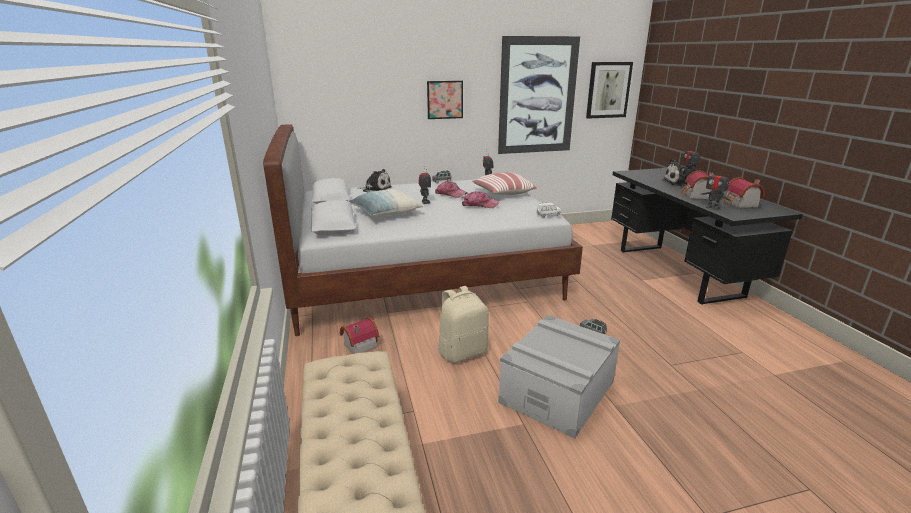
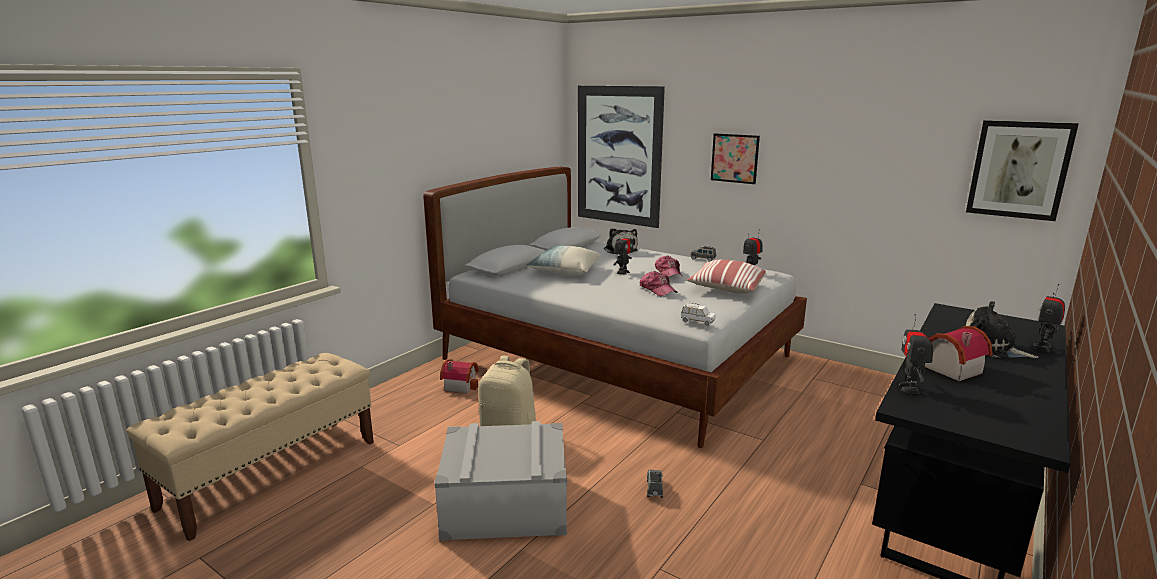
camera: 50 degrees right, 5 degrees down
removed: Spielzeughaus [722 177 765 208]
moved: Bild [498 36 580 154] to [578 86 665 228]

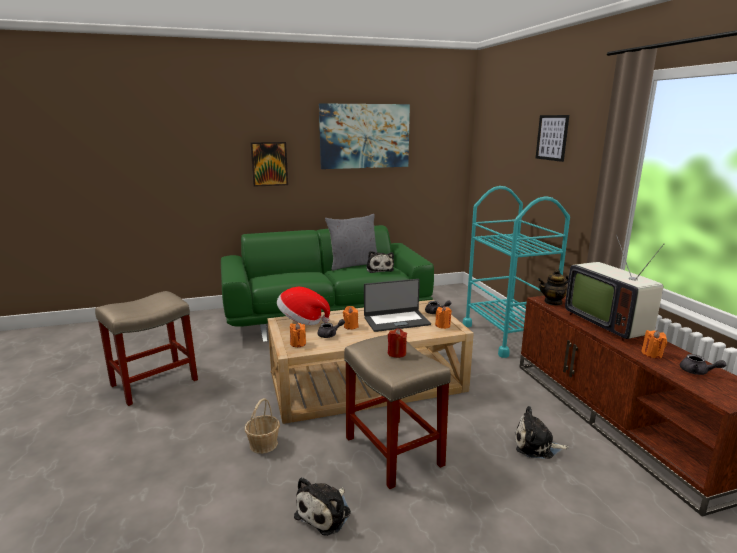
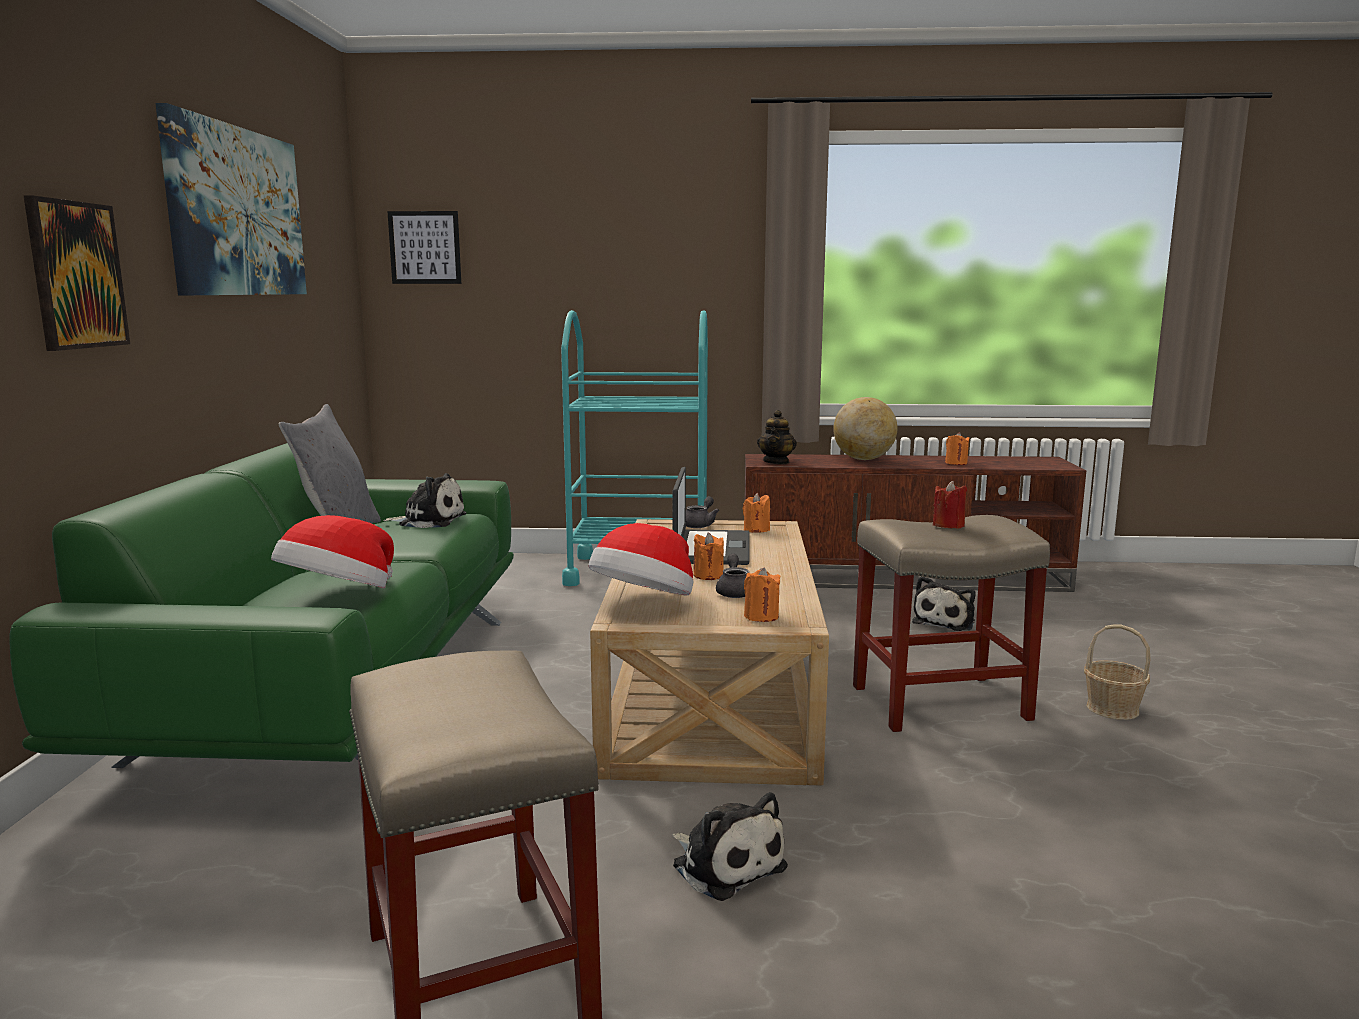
camera: 70 degrees left, 5 degrees down
removed: Teekanne [grau] [680 354 726 375]
added: Hut [271 515 394 588]
moved: Bild [536 115 569 162] to [387 211 461 284]; Korb [245 398 280 454] to [1084 625 1151 720]; Plüschtier [294 477 351 536] to [672 792 788 901]
replaced: Fernseher [565 235 664 341] to Globus [833 397 897 460]

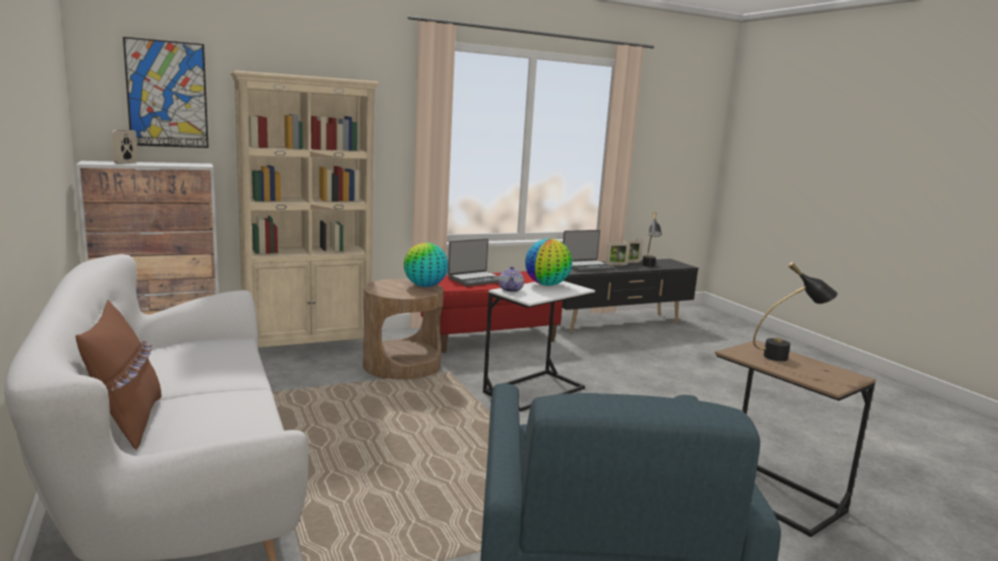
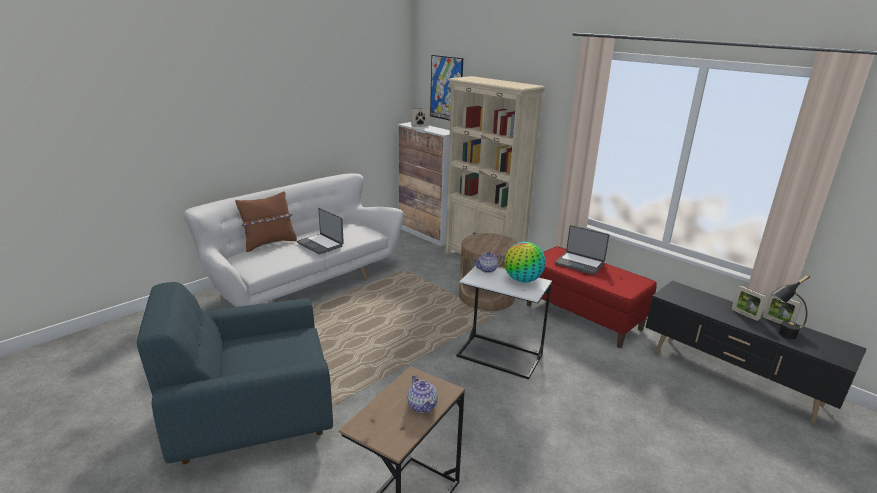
camera: 70 degrees right, 10 degrees up
removed: Globus [404 243 448 287]
moved: Laptop [563 230 615 272] to [297 208 344 255]
replaced: Tischlampe [schwarz] [753 262 838 361] to Teekanne [407 375 438 413]

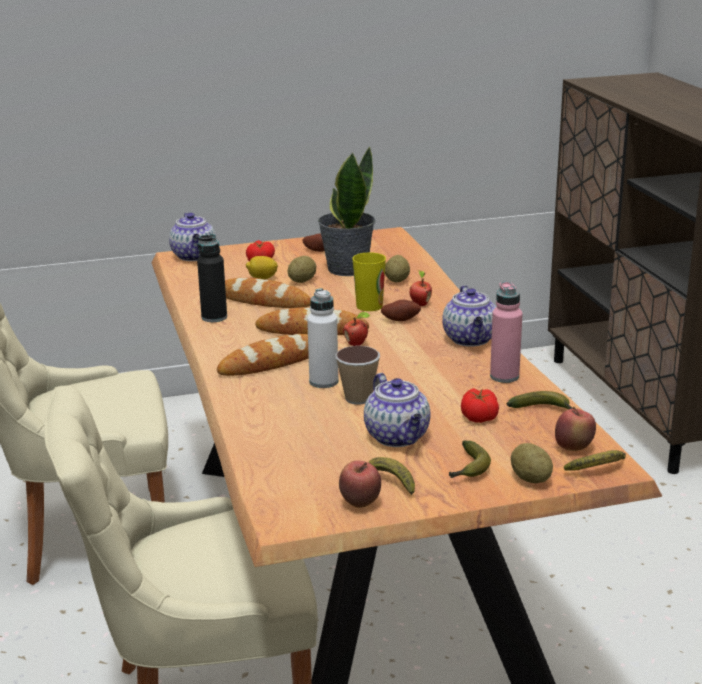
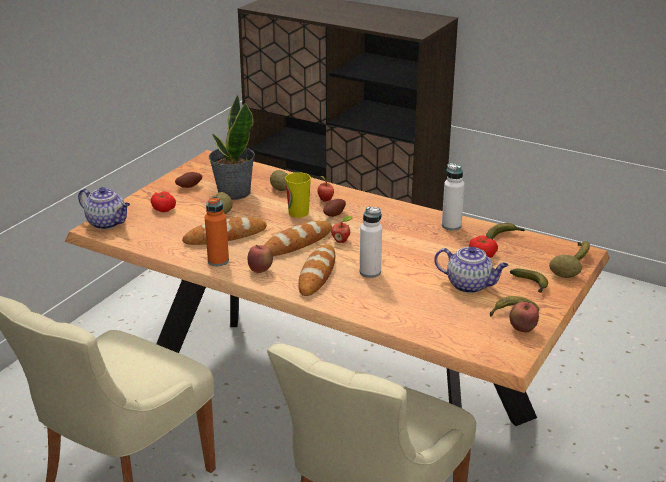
camera: 45 degrees left, 5 degrees up
removed: Zitrone [246 256 278 279]; Teekanne [442 285 496 347]; Tasse [335 346 380 405]
moved: Apfel [555 407 596 451] to [248 245 273 273]
recoloured: Flasche [schwarz] [197 234 227 322] to Flasche [orange] [205 196 229 266]; Flasche [rosa] [490 281 523 383] to Flasche [weiß] [442 163 465 231]

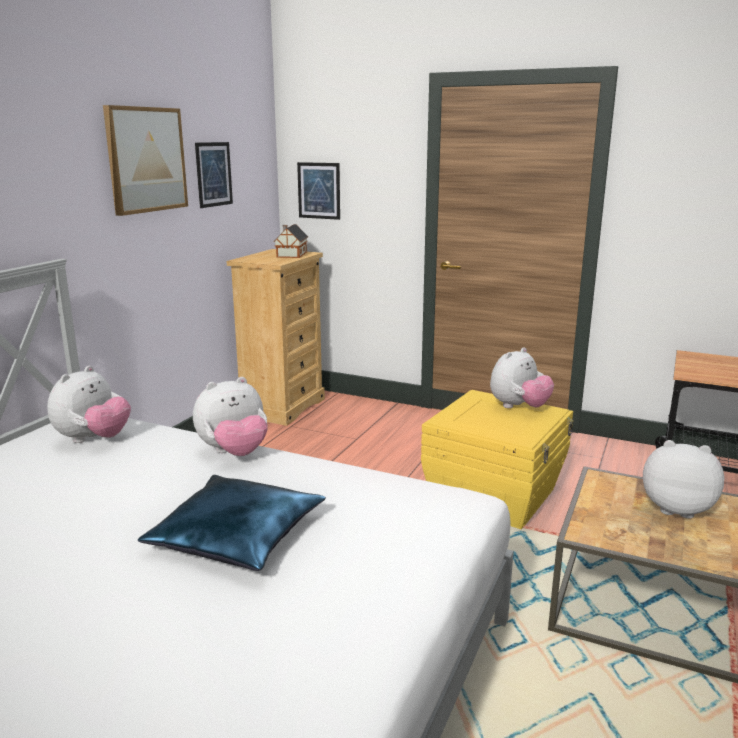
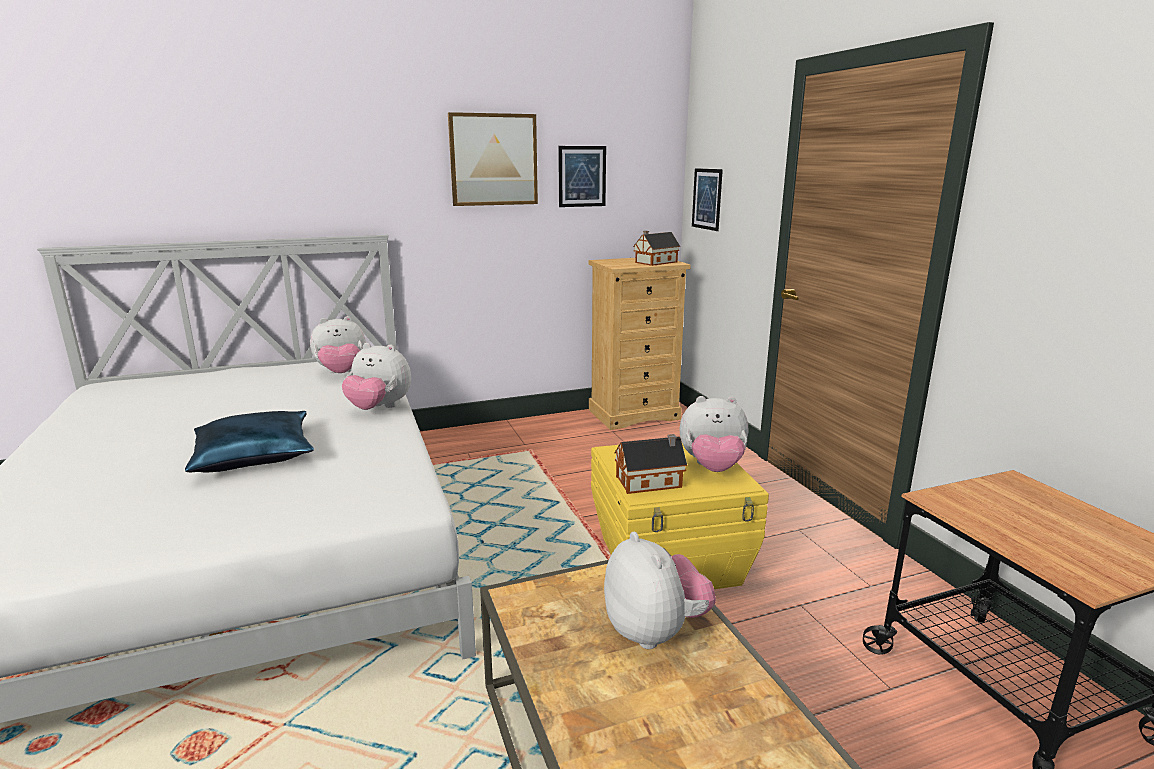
camera: 45 degrees right, 0 degrees up
added: Spielzeughaus [615 434 687 494]

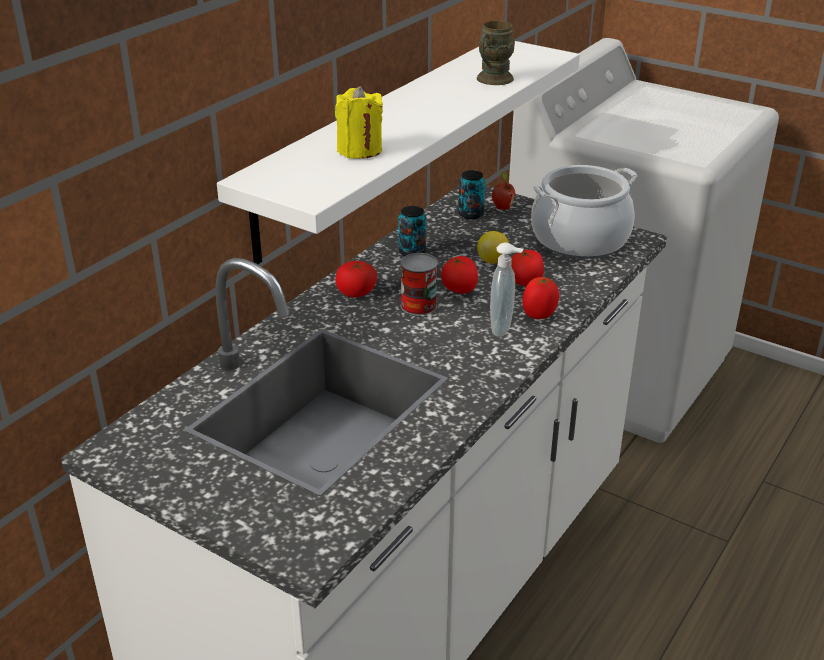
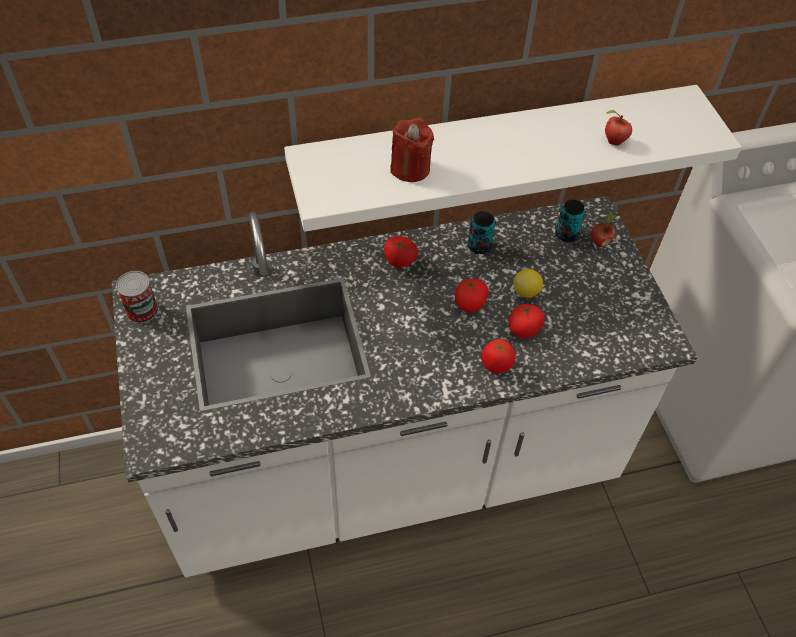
camera: 40 degrees right, 20 degrees up
removed: Kochtopf [531 165 637 259]; Seifenspender [490 243 523 337]
moved: Dose [400 253 438 316] to [116 271 158 323]
replaced: Henkelbecher [braun] [477 21 515 85] to Apfel [605 110 632 146]
recoloured: Kerze [gelb] [335 86 383 159] to Kerze [rot] [390 118 434 182]

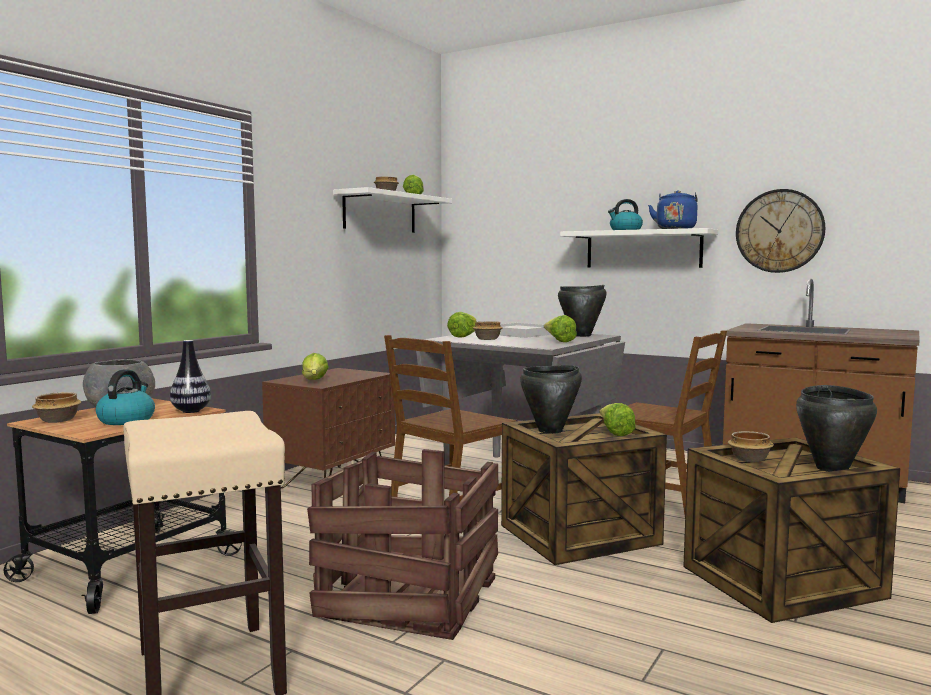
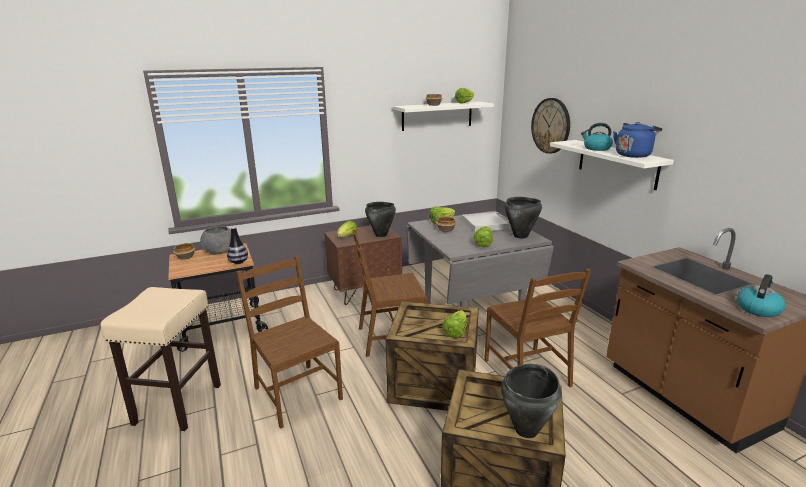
camera: 35 degrees right, 15 degrees up
removed: Schüssel [728 431 774 462]
moved: Wanduhr [736 189 825 273] to [531 98 570 154]; Kochtopf [schwarz] [520 365 582 434] to [365 202 396 237]; Wasserkessel [96 369 155 425] to [737 274 785 317]
replaced: Kiste [307 449 498 640] to Stuhl [braun] [236 255 343 429]

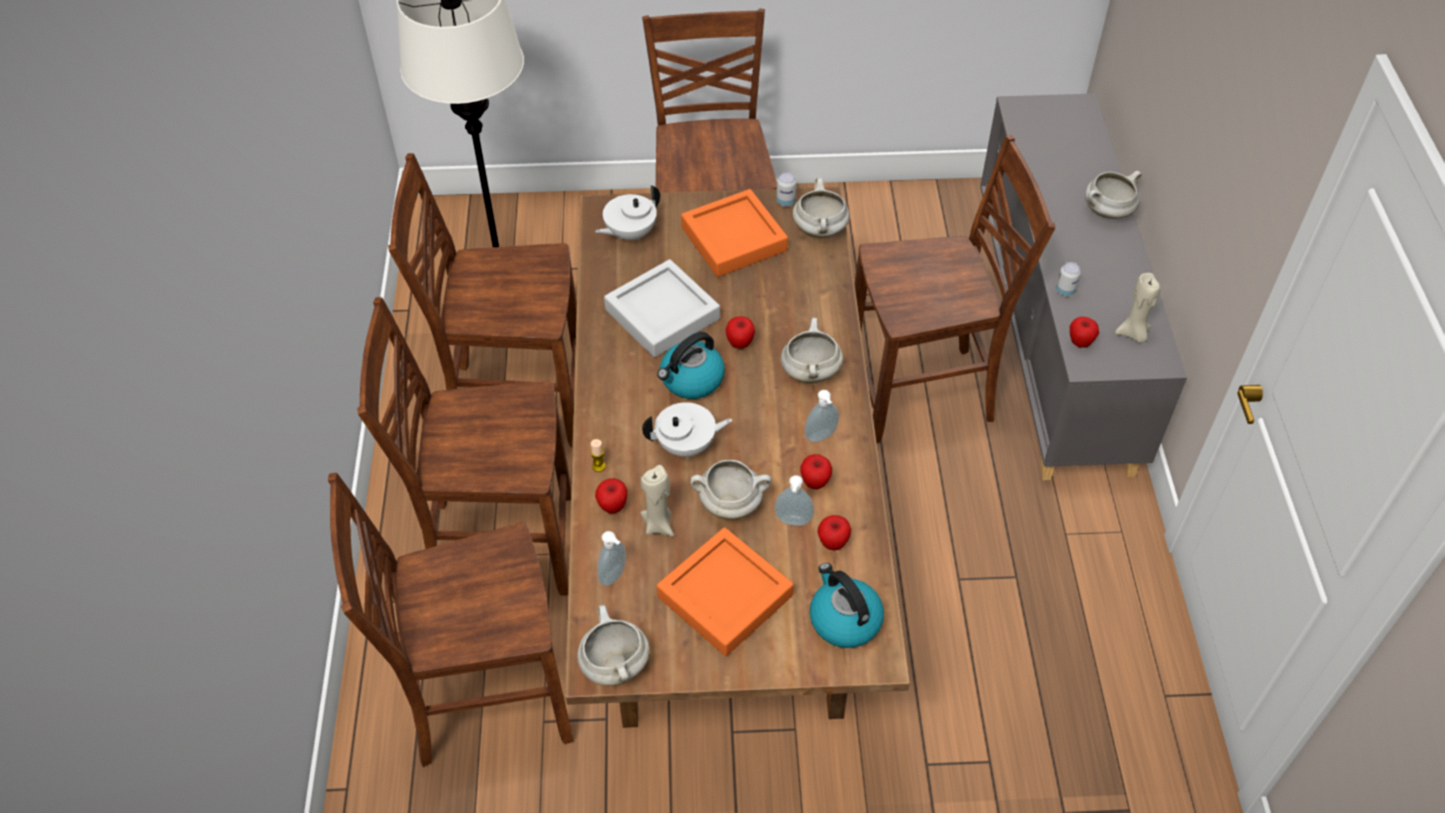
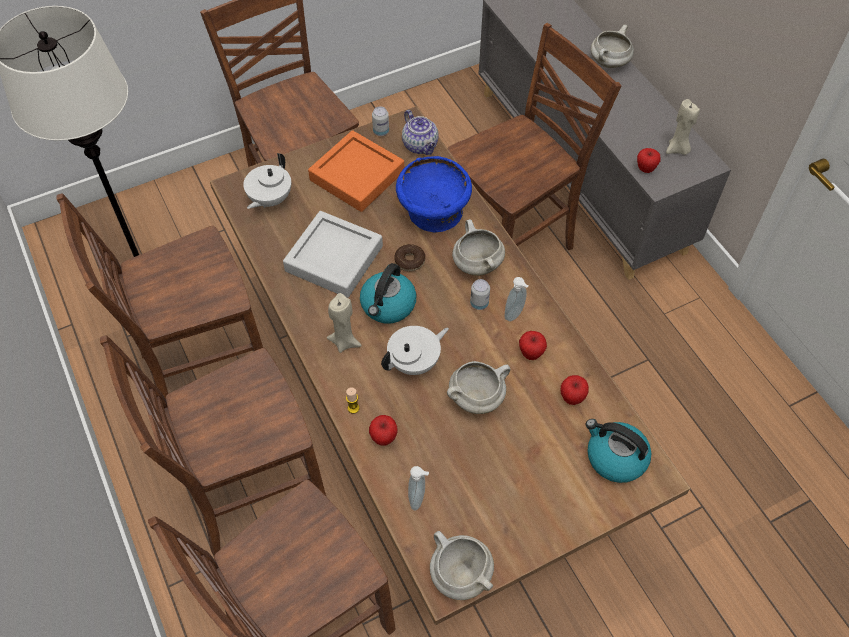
camera: 25 degrees left, 5 degrees up
removed: Seifenspender [775 475 814 526]; Tablett [orange] [657 527 794 656]
added: Schüssel [blau] [396 156 472 233]
moved: Dose [1056 262 1081 296] to [470 279 490 310]; Kerze [beige] [640 465 674 537] to [327 293 362 353]
replaced: Kochtopf [weiß] [792 178 850 238] to Teekanne [402 110 438 155]; Apfel [726 316 755 349] to Donut [394 244 425 271]

